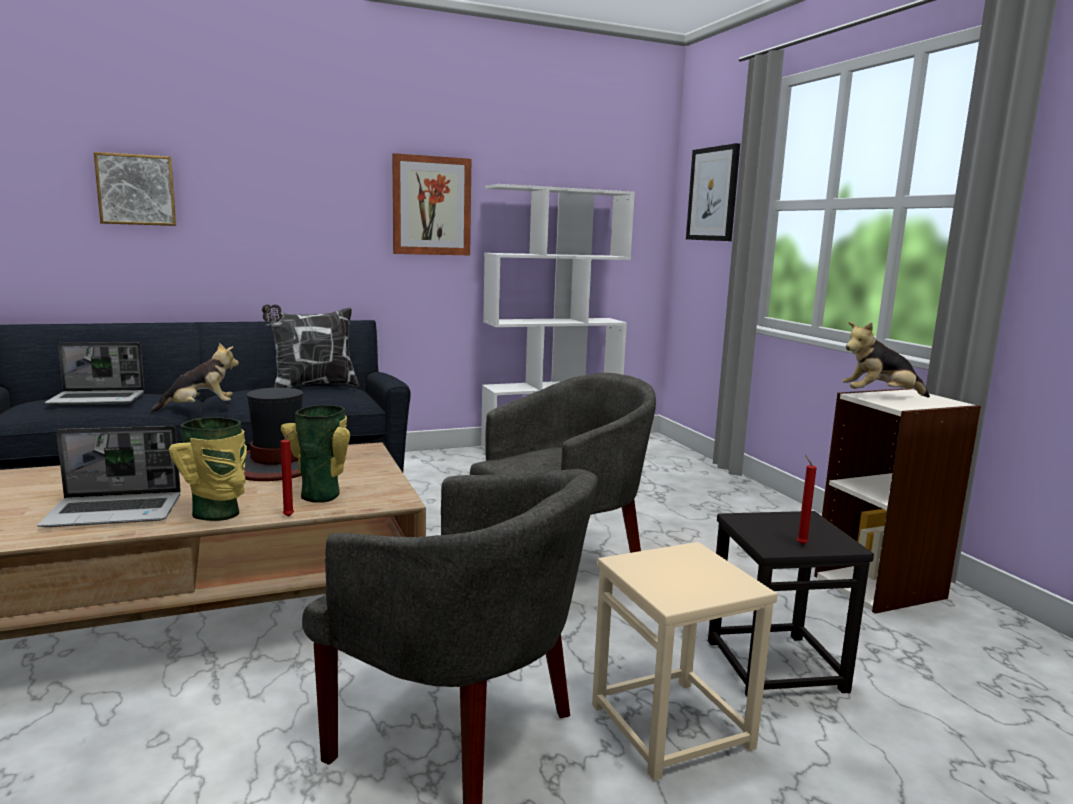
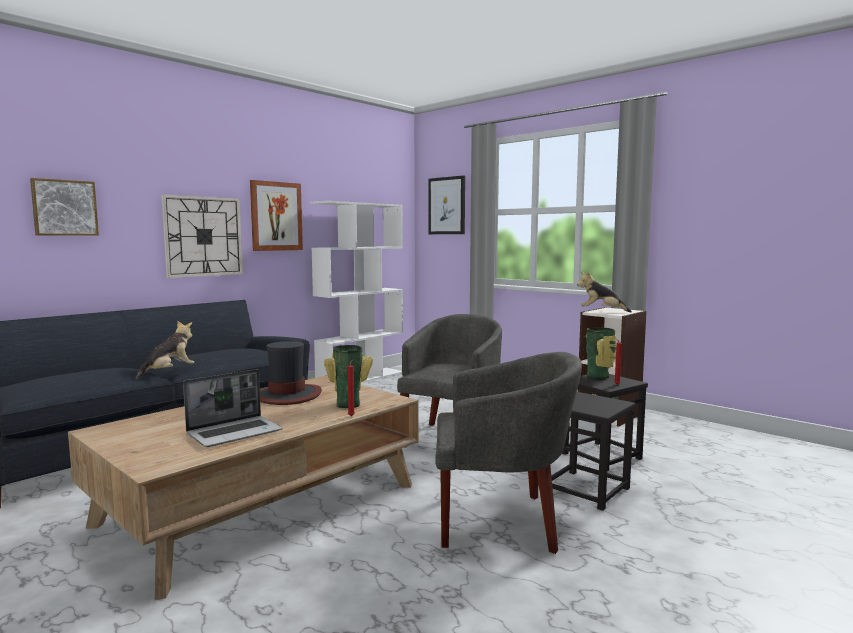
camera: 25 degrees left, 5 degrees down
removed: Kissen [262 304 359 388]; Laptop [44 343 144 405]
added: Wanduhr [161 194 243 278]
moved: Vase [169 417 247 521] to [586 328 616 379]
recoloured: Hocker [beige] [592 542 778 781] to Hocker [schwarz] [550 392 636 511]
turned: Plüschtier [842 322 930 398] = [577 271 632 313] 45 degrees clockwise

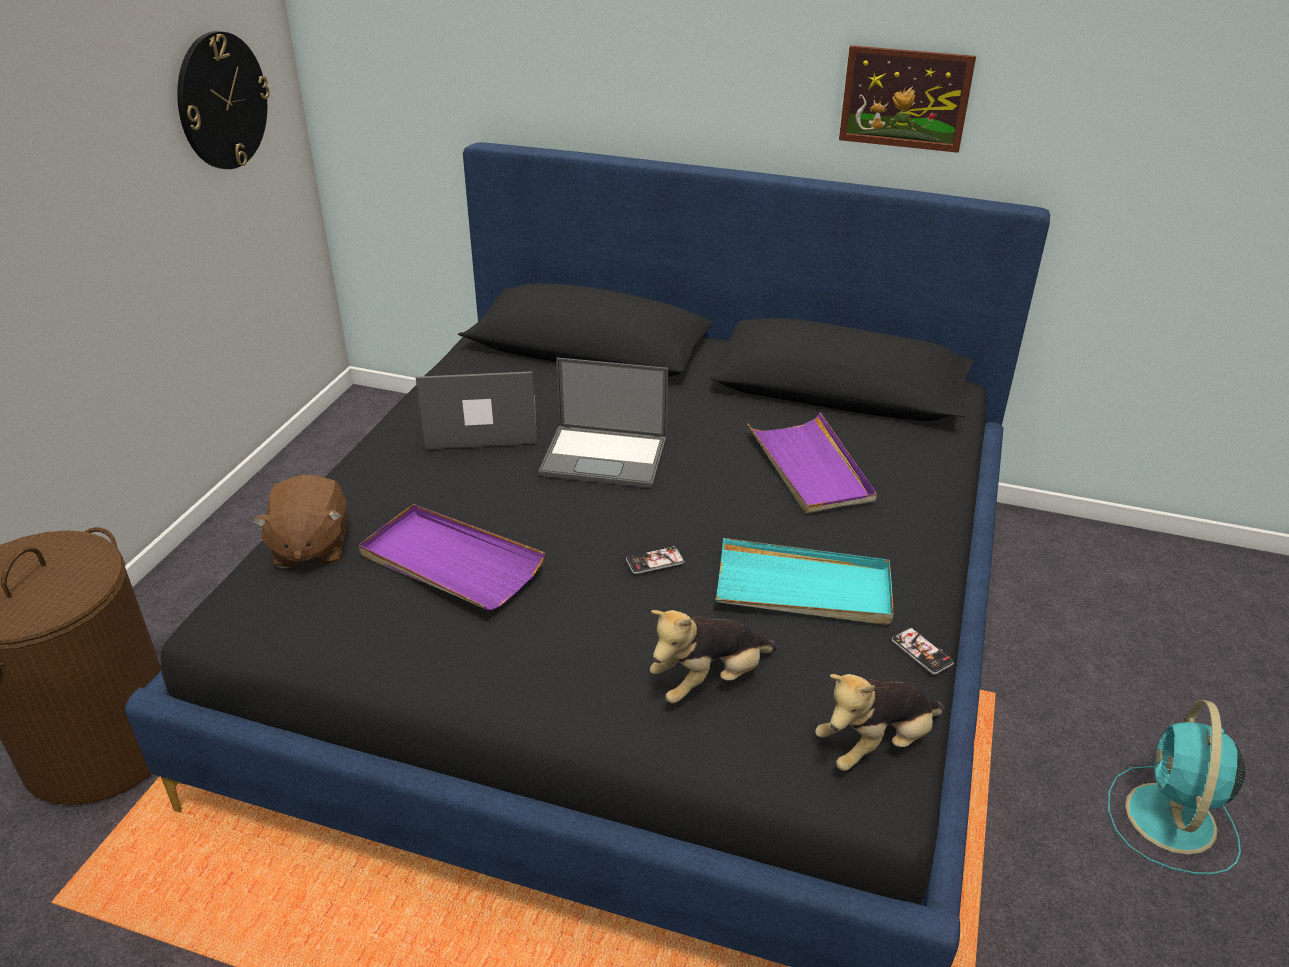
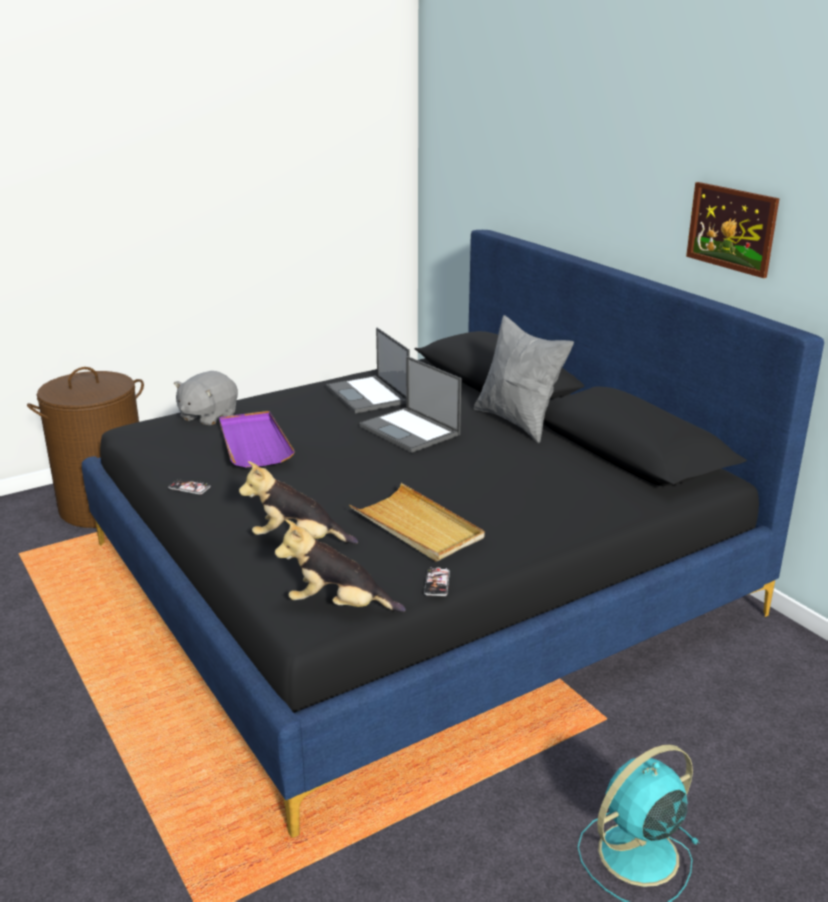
camera: 40 degrees right, 10 degrees down
removed: Wanduhr [177 31 270 169]; Tablett [lila] [747 412 877 514]
added: Kissen [grau] [474 315 574 443]
moved: Handy [626 546 685 574] to [168 479 211 495]
recoloured: Plüschtier [braun] [252 475 347 568] to Plüschtier [grau] [174 371 238 425]; Tablett [türkis] [715 538 893 625] to Tablett [beige] [349 483 485 562]
turned: Laptop [416 371 537 450] = [326 328 410 414] 150 degrees counterclockwise

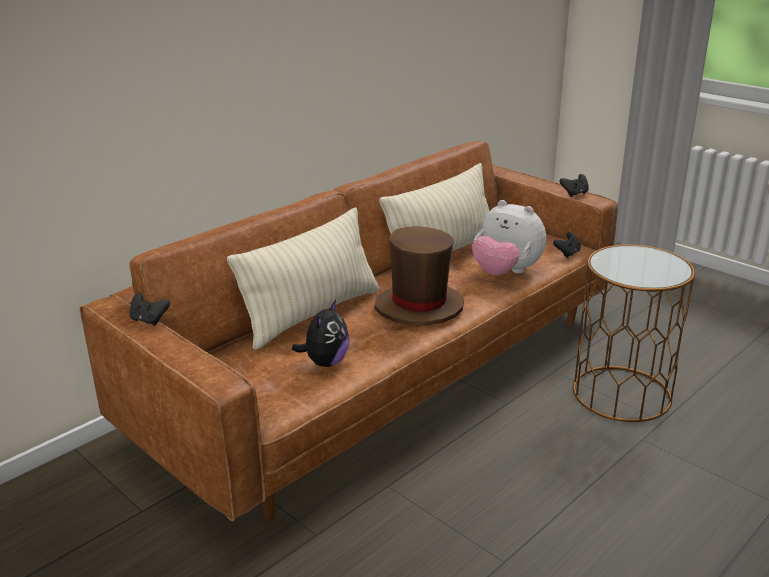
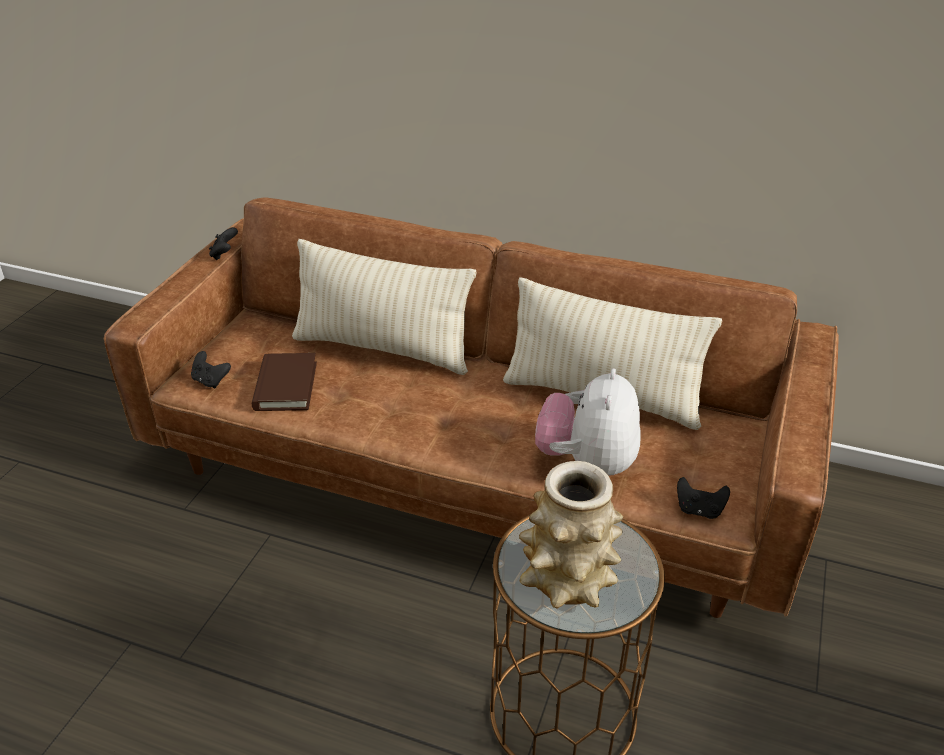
camera: 65 degrees right, 10 degrees up
removed: Hut [braun] [374 226 464 326]
added: Vase [519 461 623 609]
moved: Gamepad [schwarz] [559 174 589 197] to [191 351 231 388]
replaced: Plüschtier [292 300 349 367] to Buch [braun] [252 353 317 411]

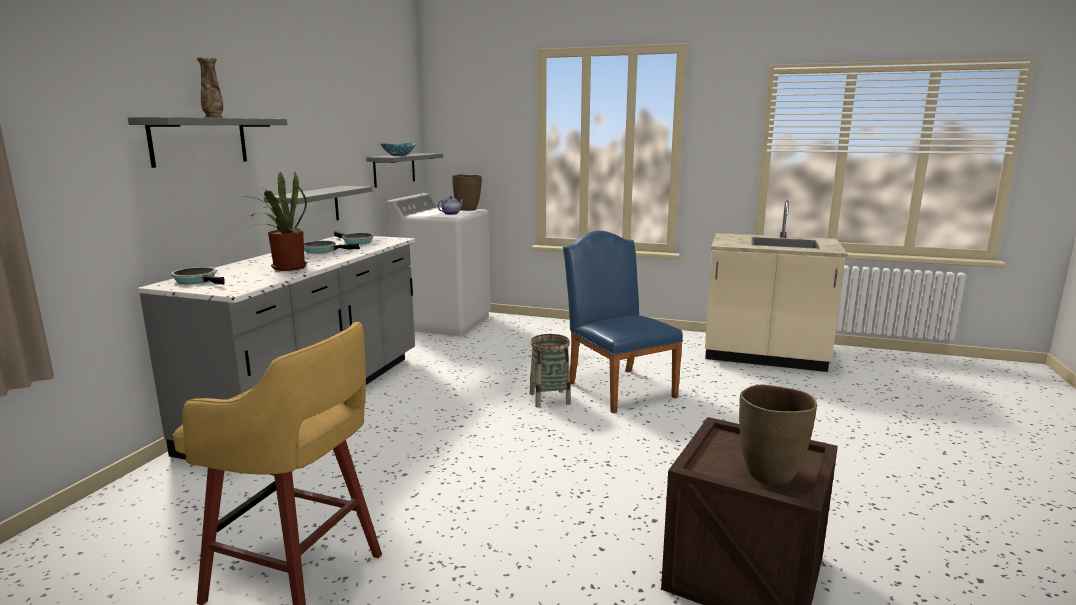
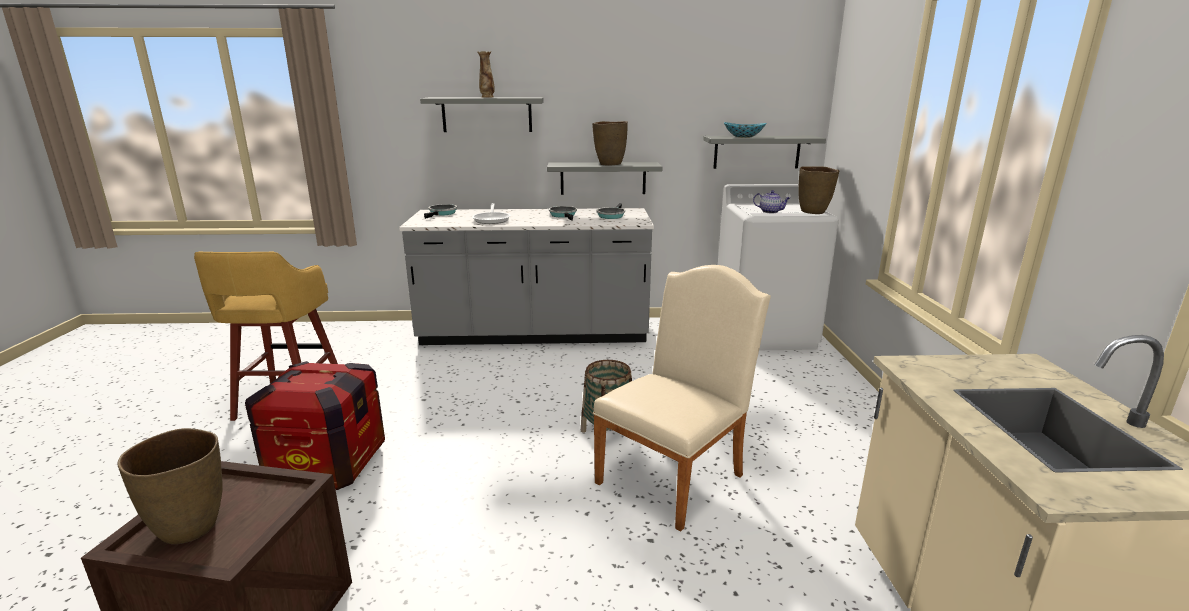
camera: 70 degrees right, 5 degrees up
added: Vase [braun] [592 121 628 165]; Kiste [245 361 385 490]
replaced: Topfpflanze [243 172 307 271] to Pfanne [472 203 511 224]
recoloured: Stuhl [blau] [563 230 683 413] to Stuhl [beige] [593 265 771 532]

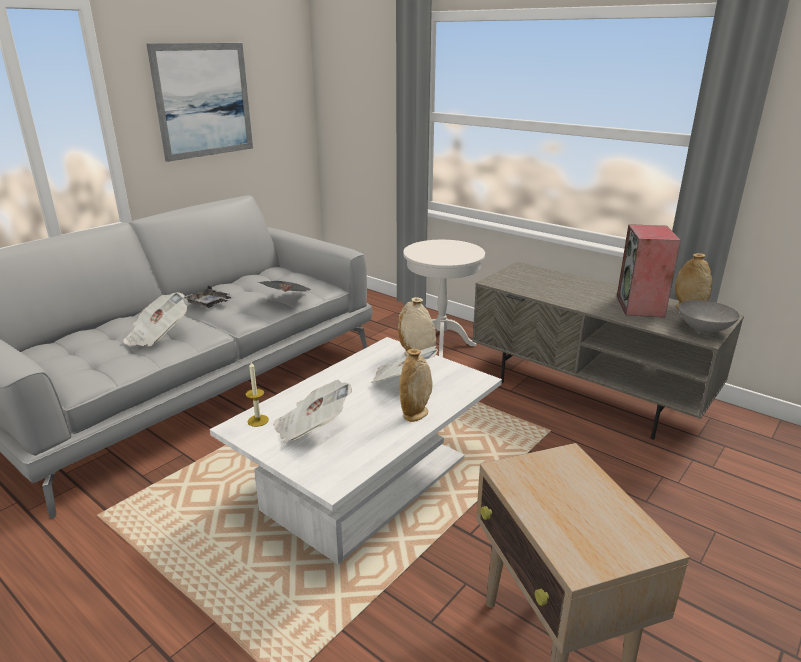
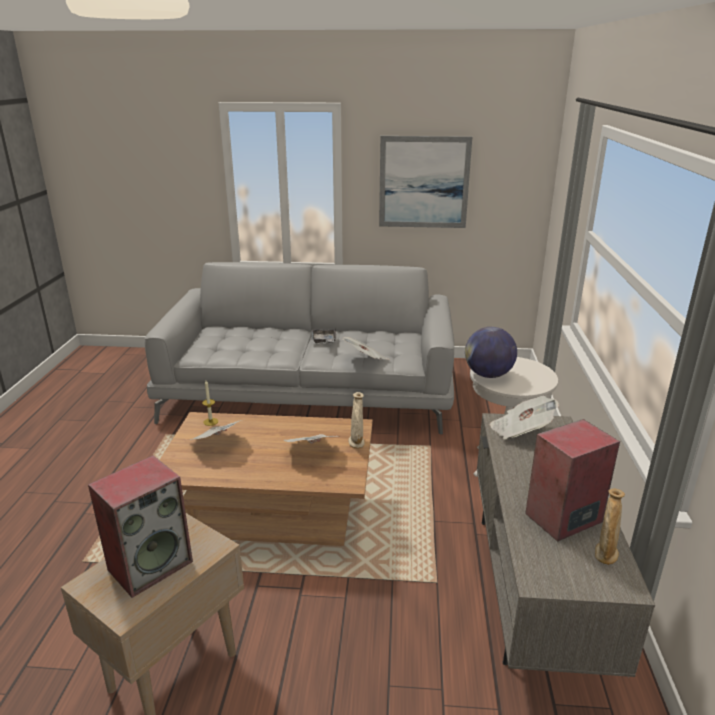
camera: 55 degrees right, 0 degrees up
removed: Schüssel [grau] [678 300 740 333]; Vase [beige] [400 349 433 422]
added: Globus [465 327 517 378]; Lautsprecher [88 455 193 598]
moved: Zeitung [123 292 187 346] to [490 396 559 440]
recoloured: Couchtisch [weiß] [210 337 502 565] to Couchtisch [braun] [160 412 373 546]

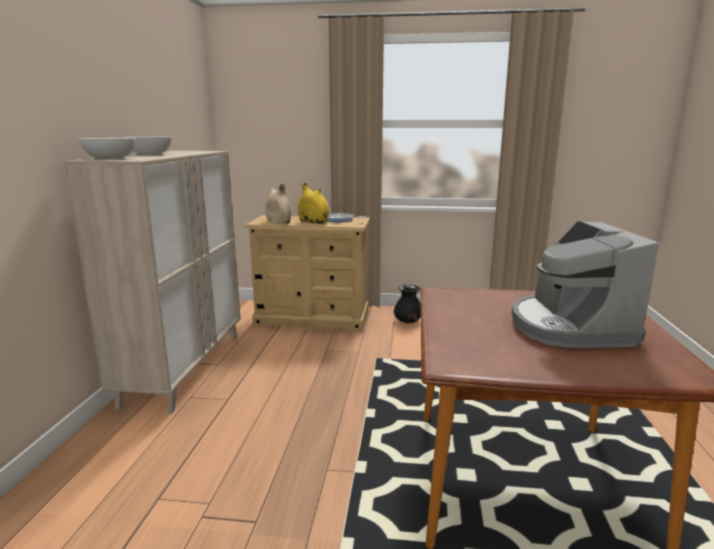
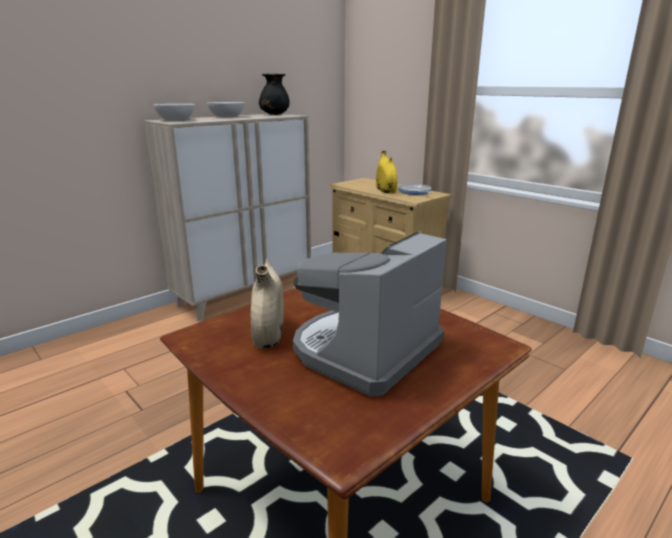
camera: 40 degrees right, 5 degrees up
moved: Vase [beige] [265 184 291 224] to [251 258 284 348]; Vase [schwarz] [394 285 421 323] to [259 74 290 115]

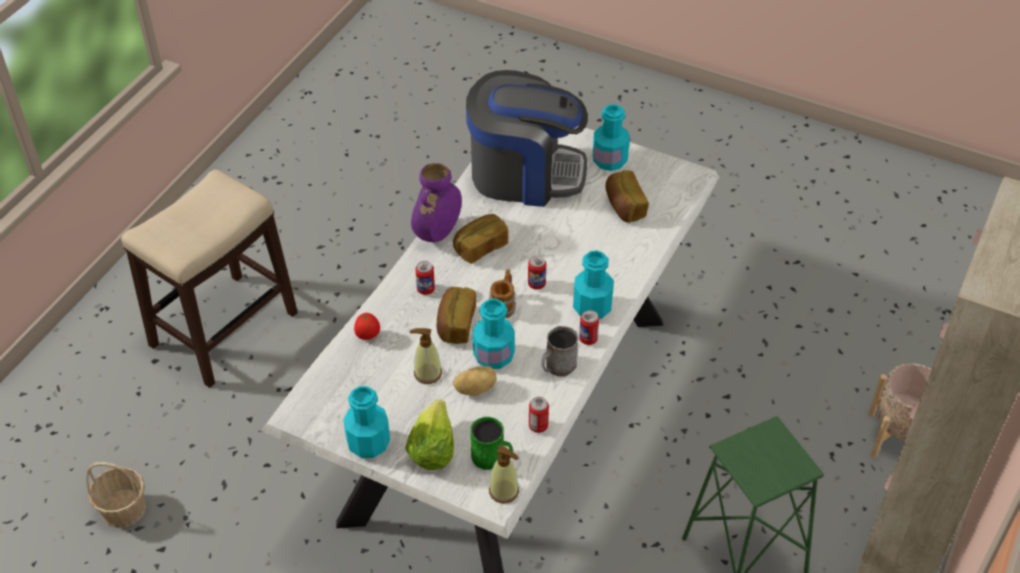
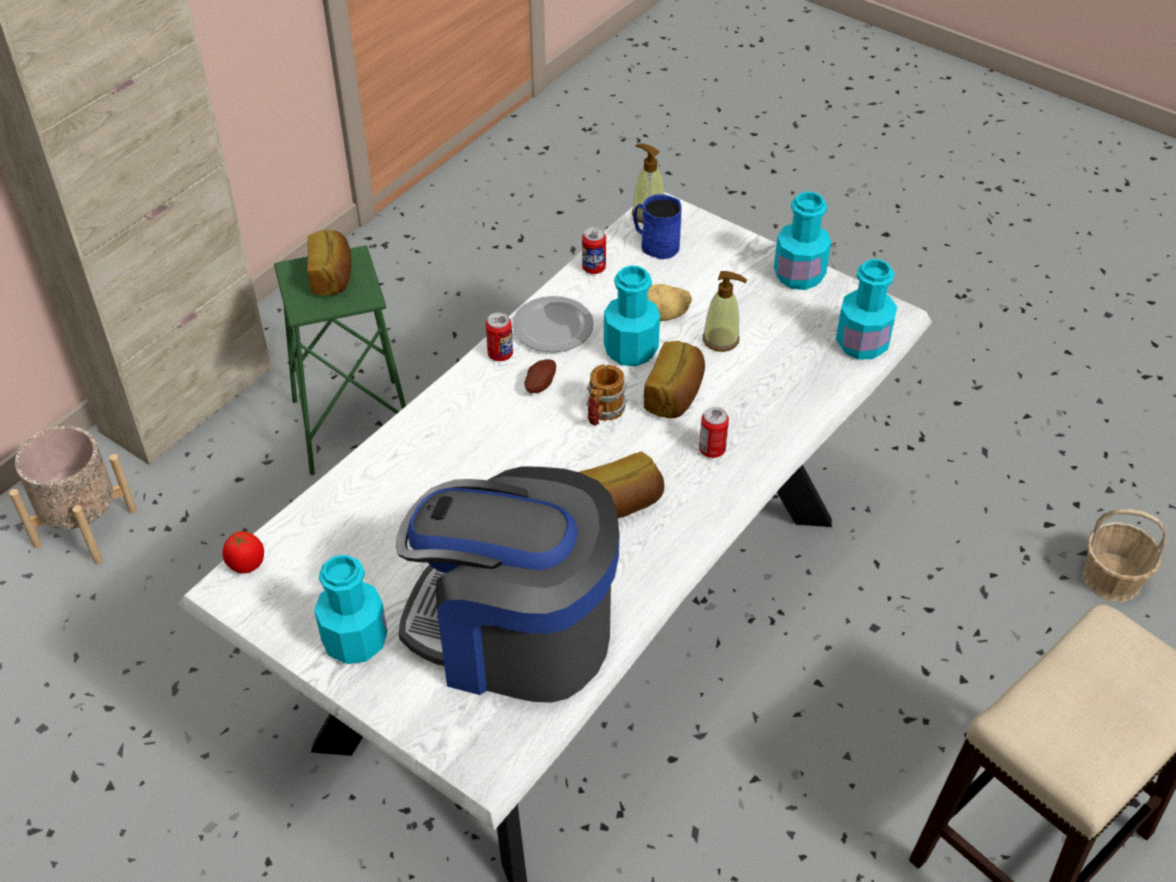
camera: 170 degrees left, 0 degrees up
removed: Vase [lila] [411 163 462 242]; Dose [528 255 546 290]; Salatkopf [405 400 454 470]
added: Kartoffel [524 359 556 393]
moved: Brot [605 170 649 222] to [307 230 352 296]; Flasche [türkis] [573 250 614 319] to [836 259 897 359]; Tomate [354 313 380 340] to [222 531 264 573]
replaced: Henkelbecher [grau] [542 326 579 377] to Teller [512 296 594 352]
recoloured: Henkelbecher [grün] [471 417 513 470] to Henkelbecher [blau] [633 194 682 259]

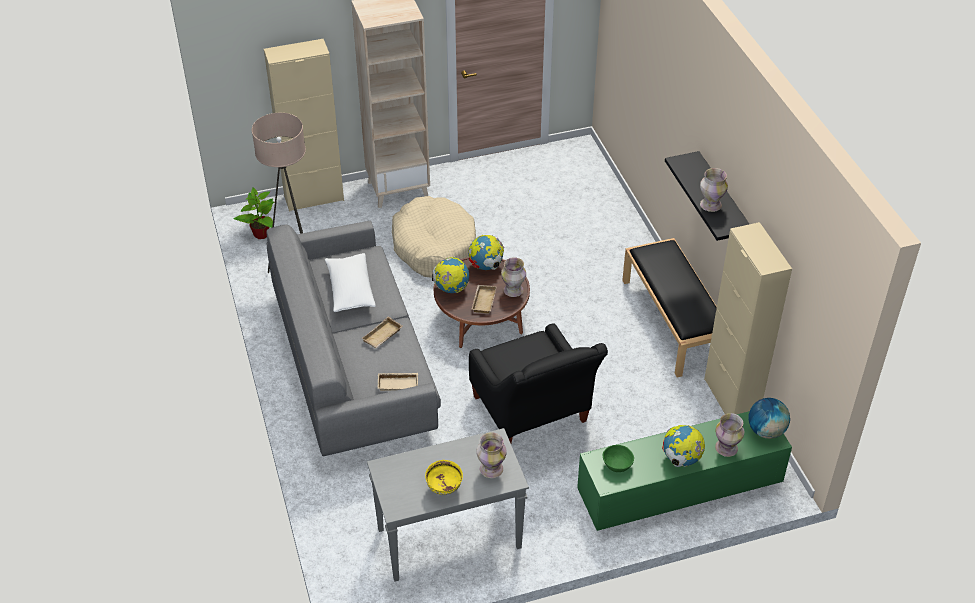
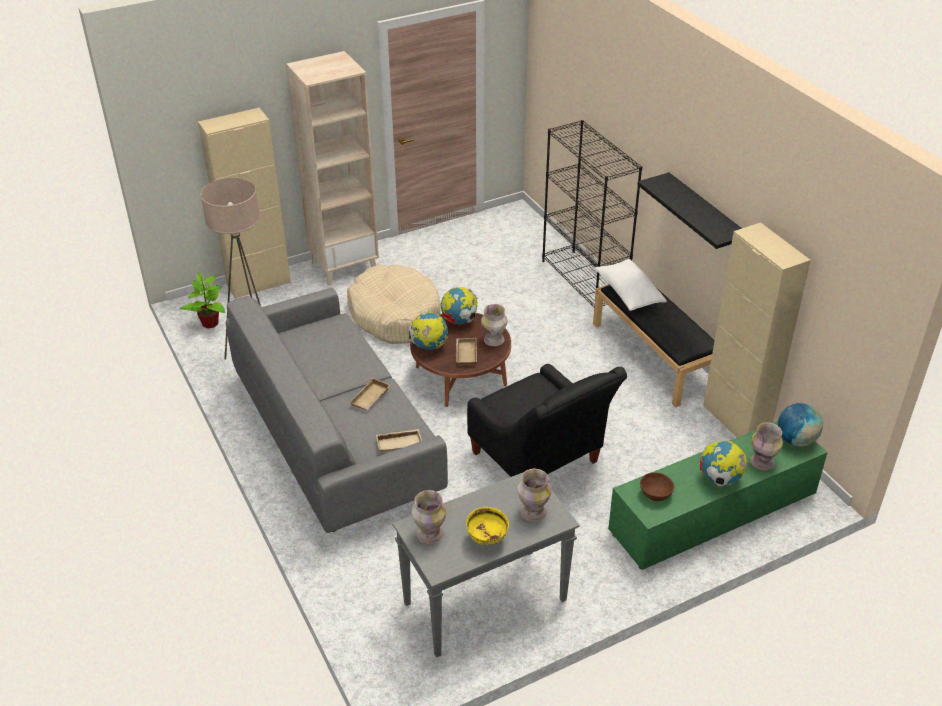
camera: 10 degrees left, 5 degrees down
added: Bücherregal [schwarz] [542 120 642 307]
moved: Vase [700 168 728 212] to [412 490 446 544]; Kissen [weiß] [325 253 376 312] to [595 259 667 311]
recoloured: Schüssel [grün] [603 445 634 472] to Schüssel [braun] [640 472 674 501]

